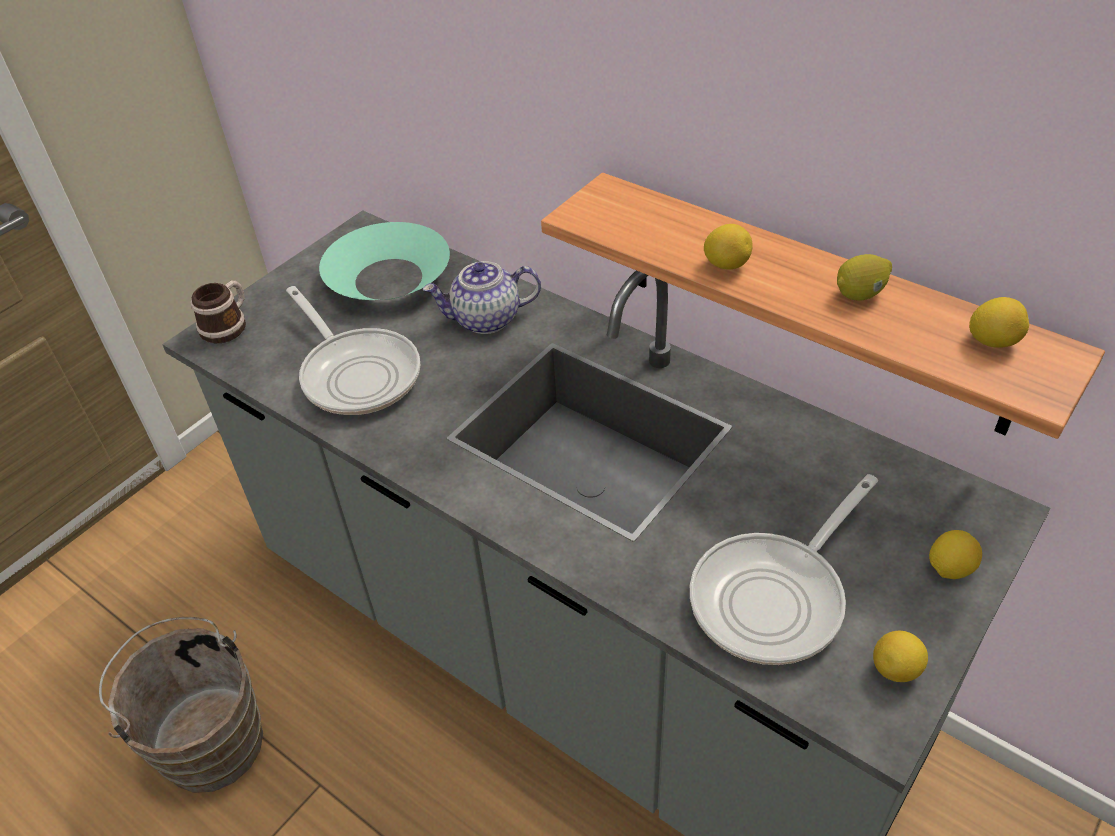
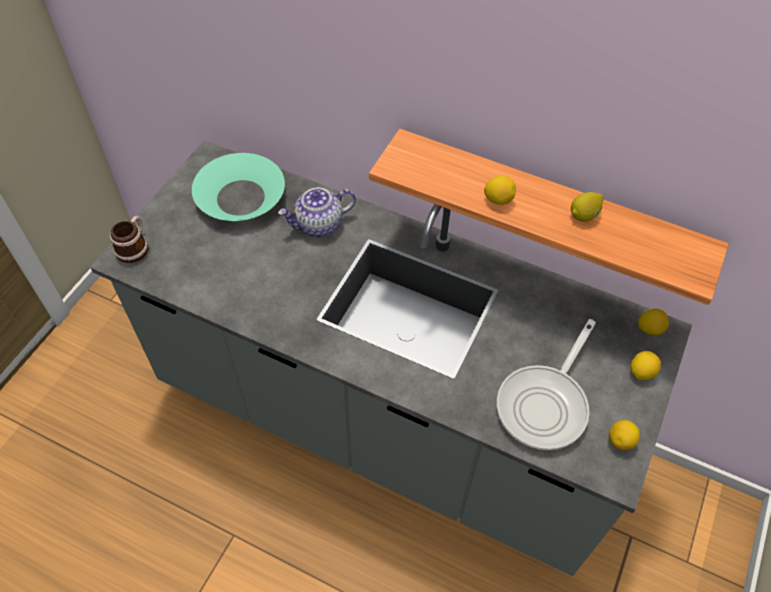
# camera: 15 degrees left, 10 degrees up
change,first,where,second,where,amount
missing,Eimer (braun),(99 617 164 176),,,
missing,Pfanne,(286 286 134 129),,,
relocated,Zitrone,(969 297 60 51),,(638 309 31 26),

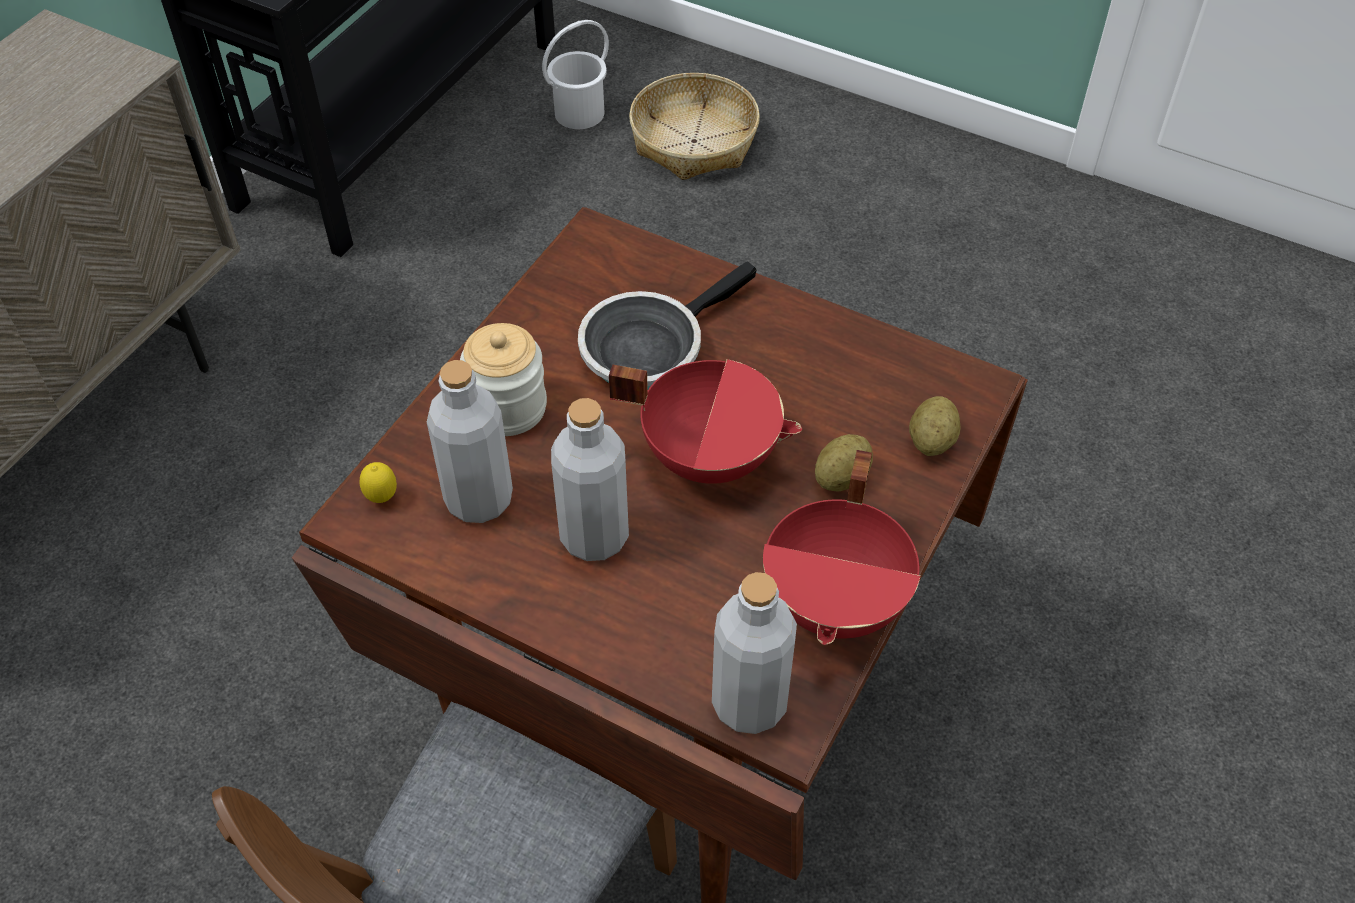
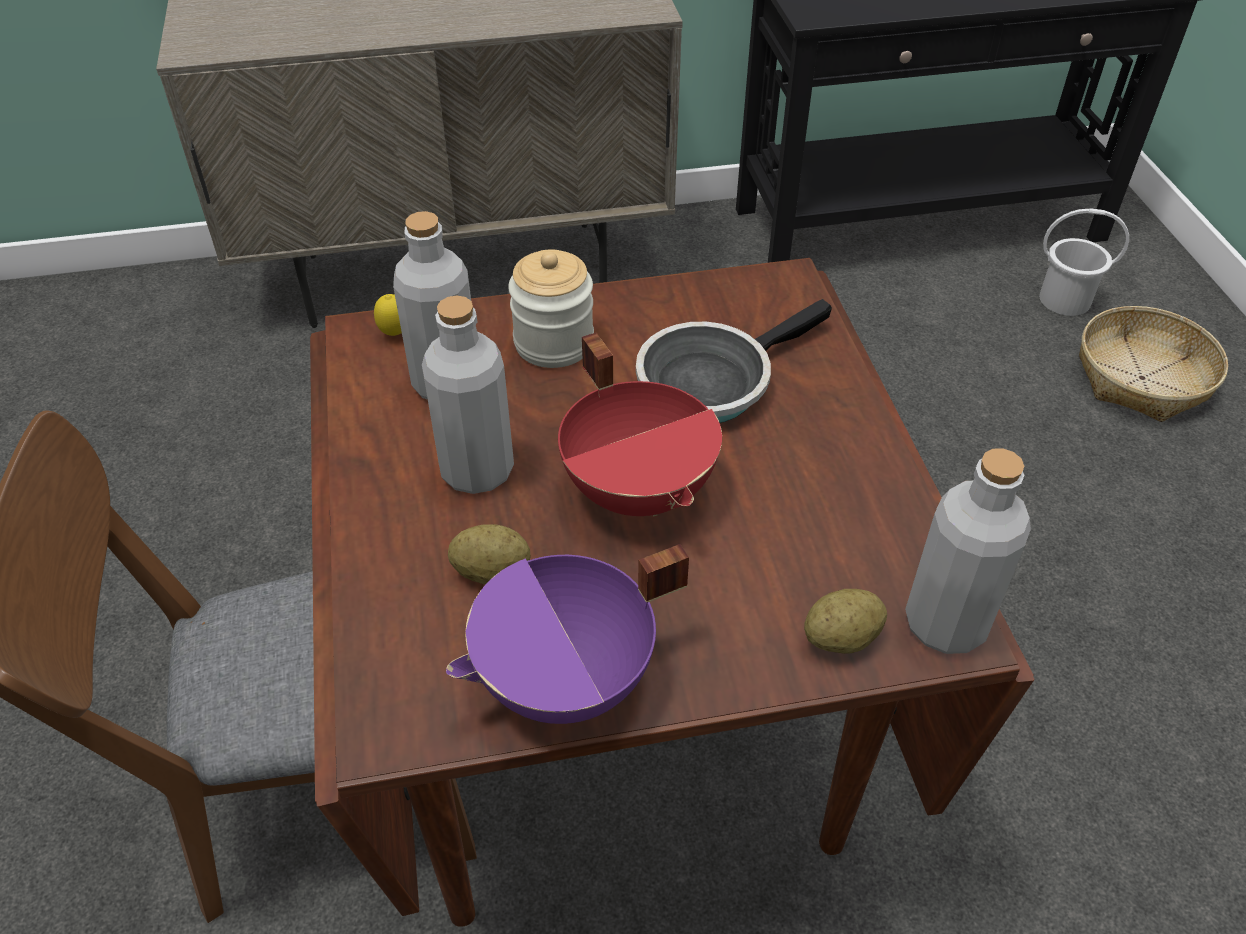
# camera: 50 degrees right, 5 degrees down
change,first,where,second,where,amount
relocated,Flasche (grau),(712 572 85 162),,(905 448 126 206),
relocated,Kartoffel,(815 434 58 58),,(448 524 83 61),
colour,Kochtopf (rot),(763 450 158 195),Kochtopf (lila),(446 544 243 180),
spun,Pfanne,(578 261 179 128),,(636 299 196 124),45 degrees counterclockwise

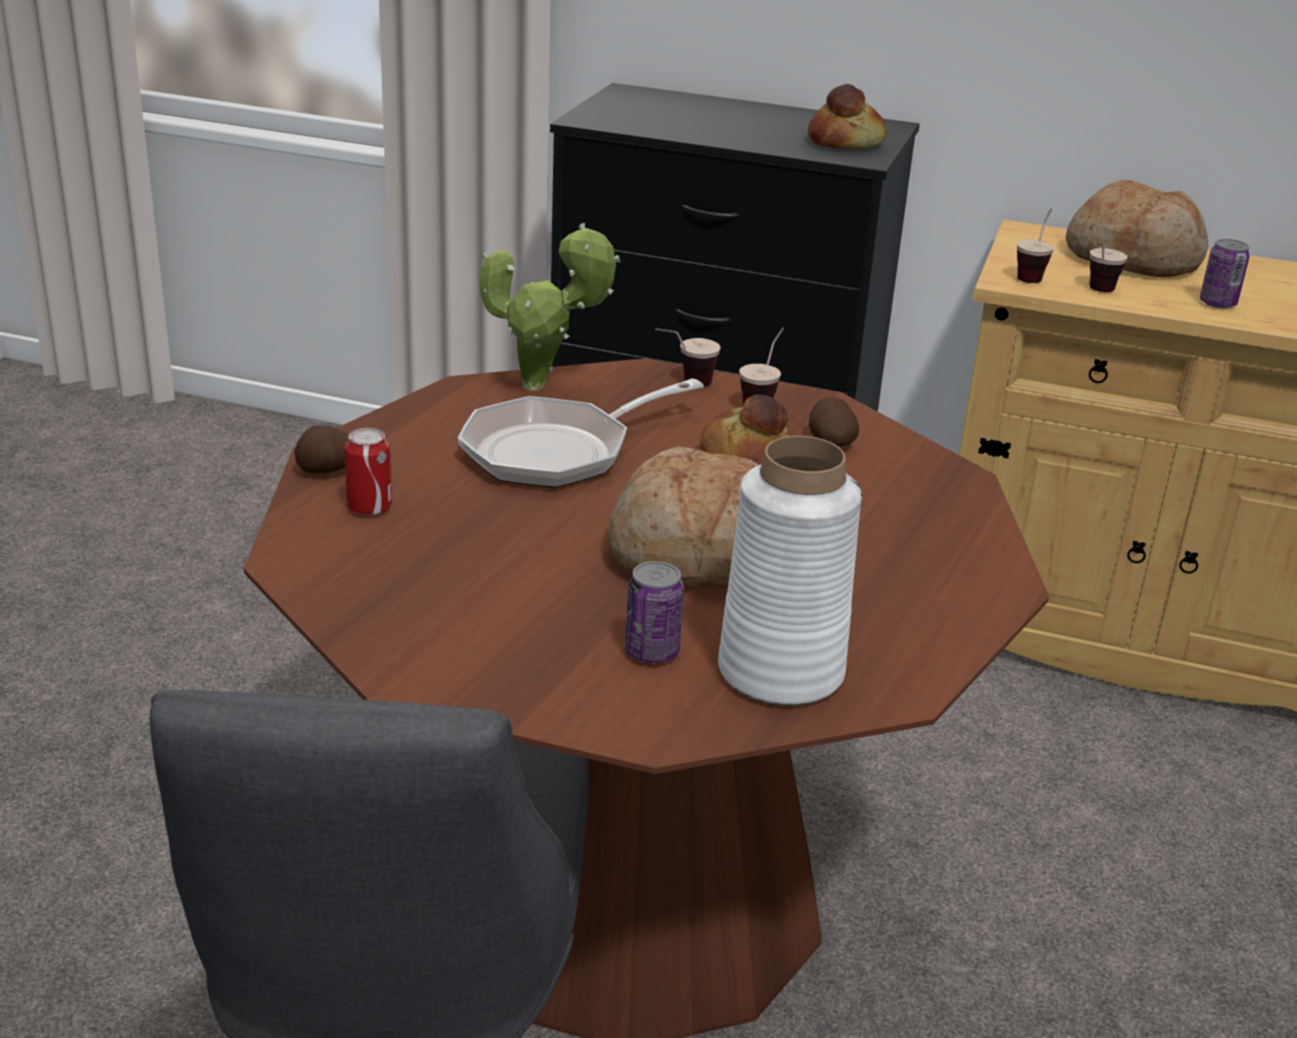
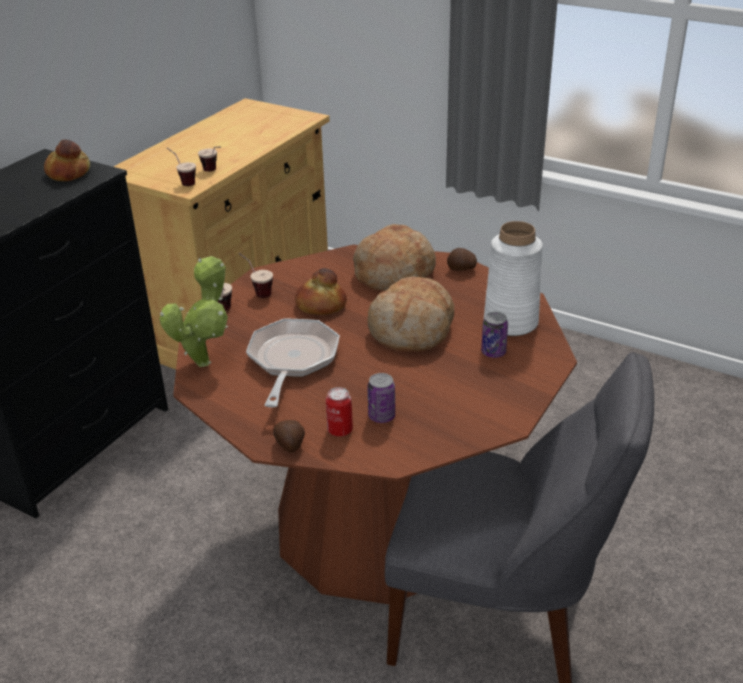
# camera: 75 degrees left, 5 degrees up
change,first,where,second,where,amount
relocated,Kartoffel,(809 397 50 50),,(447 248 30 23),
relocated,Brot,(1065 179 143 98),,(353 224 83 67),
relocated,Dose,(1200 239 50 69),,(367 373 28 50),
spun,Pfanne,(458 379 246 109),,(246 318 94 89),150 degrees counterclockwise

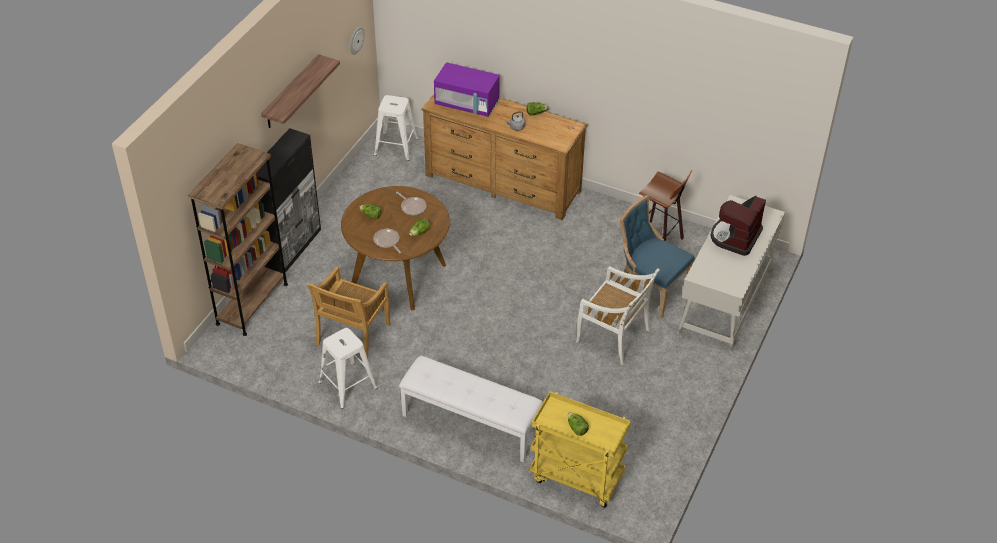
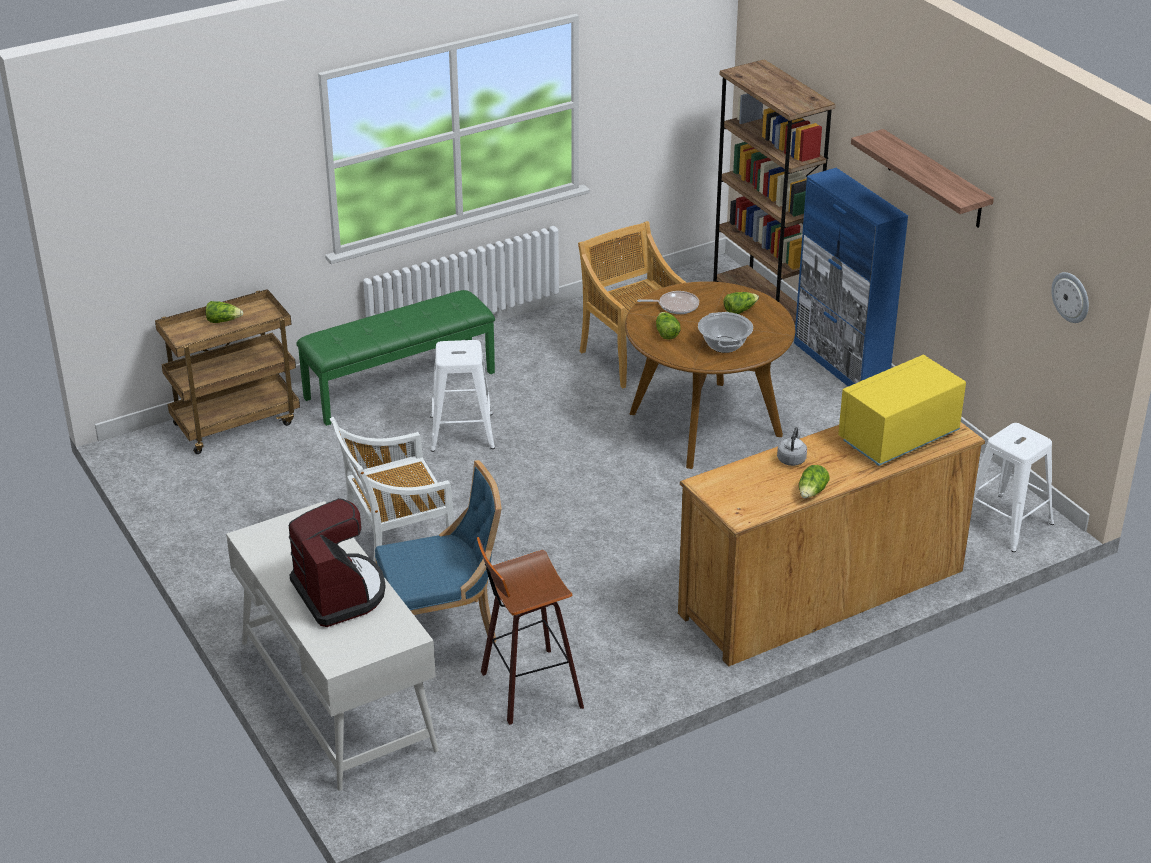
# camera: 125 degrees right, 10 degrees down
change,first,where,second,where,amount
relocated,Hocker (weiß),(318 328 59 81),,(430 340 65 112),
exchanged,Pfanne,(396 192 31 23),Kochtopf,(698 312 55 41),
colour,Schrank (schwarz),(257 128 64 145),Schrank (blau),(794 168 114 219),
colour,Bank (weiß),(399 356 144 107),Bank (grün),(296 290 199 136),
colour,Mikrowelle (lila),(434 62 66 55),Mikrowelle (gelb),(838 354 128 112),
colour,Rollwagen (gelb),(530 391 101 117),Rollwagen (braun),(155 289 145 165),

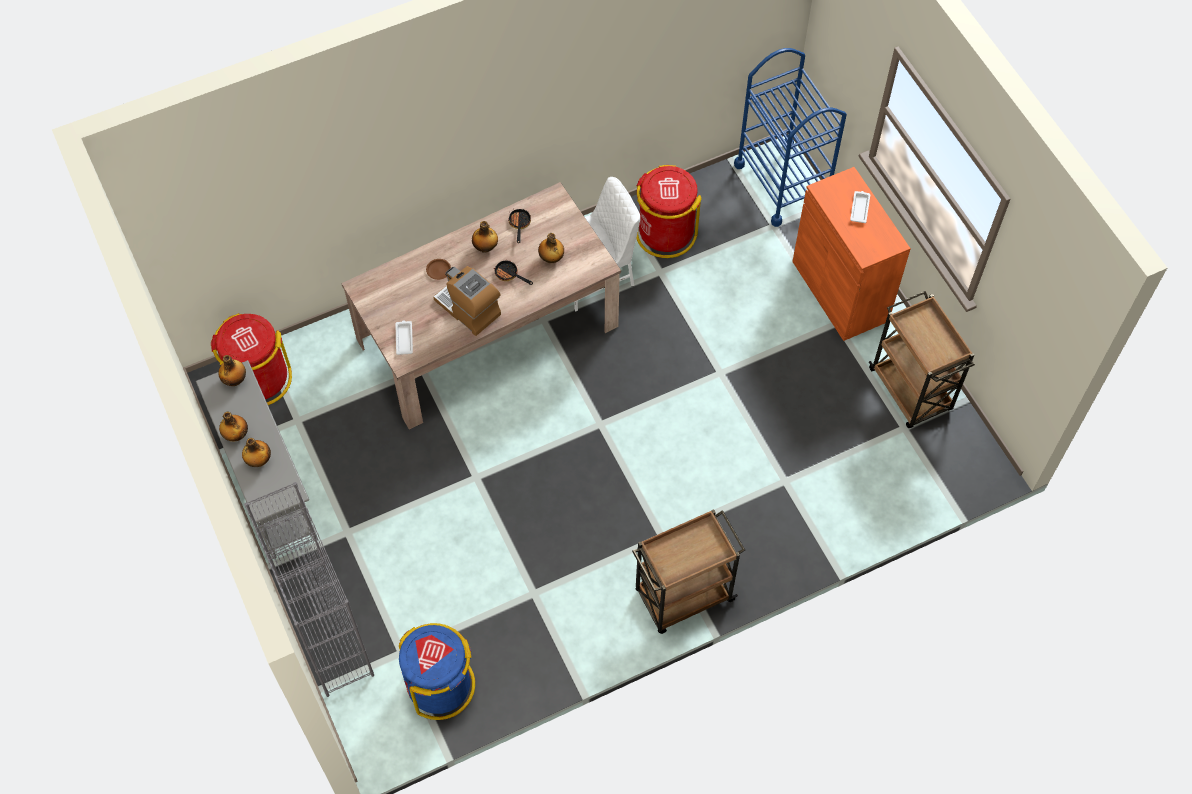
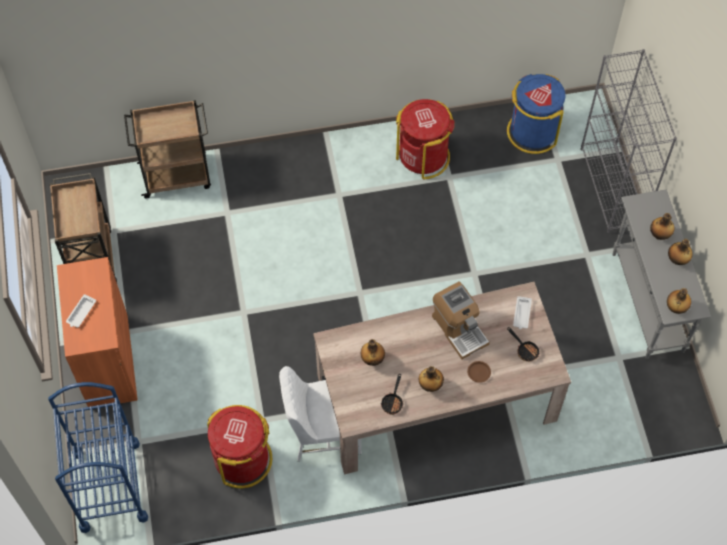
# camera: 165 degrees left, 0 degrees up
change,first,where,second,where,amount
relocated,Mülleimer (rot),(211 313 81 92),,(396 99 59 80),
relocated,Pfanne,(494 261 39 24),,(507 327 33 34),
relocated,Rollwagen (braun),(632 509 113 125),,(124 100 87 99),

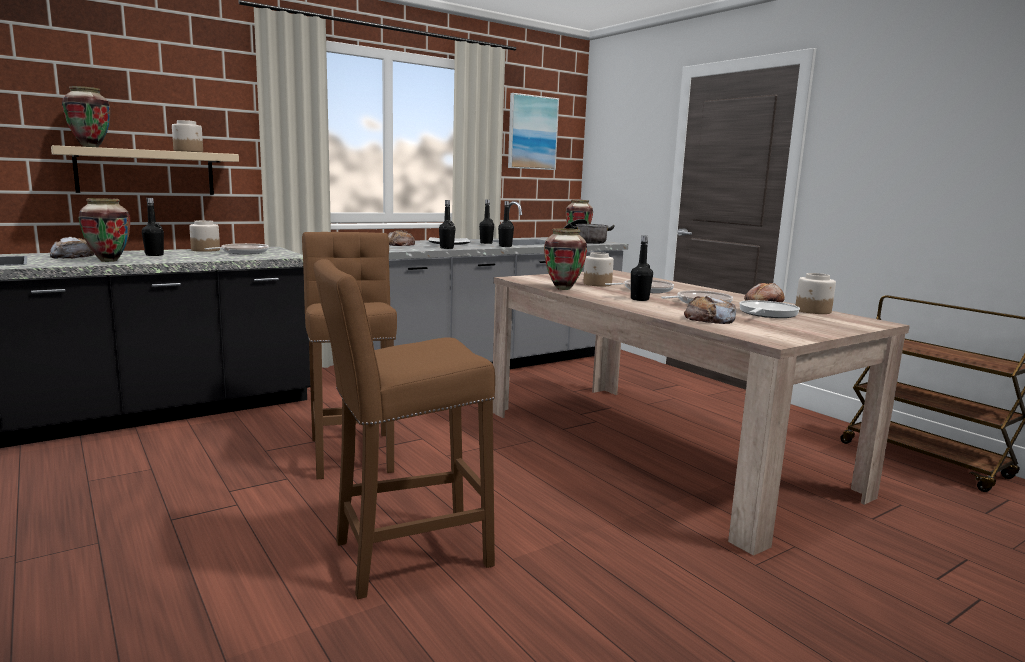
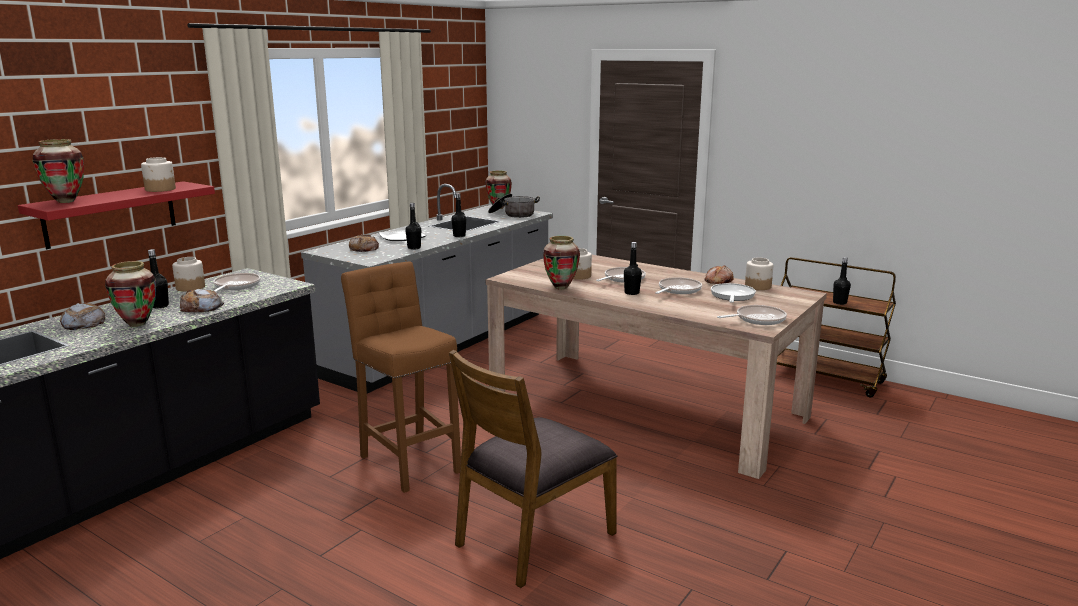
# camera: 20 degrees left, 5 degrees up
change,first,where,second,where,amount
missing,Bild,(508 93 51 77),,,
appeared,,,Pfanne,(717 305 70 20),
relocated,Flasche (schwarz),(479 199 15 45),,(833 257 18 48),
relocated,Brot,(684 296 52 28),,(180 289 44 24),
exchanged,Hocker (braun),(314 259 181 340),Stuhl (braun),(449 350 168 238),
colour,Wandregal (beige),(51 145 188 50),Wandregal (rot),(18 181 197 68),

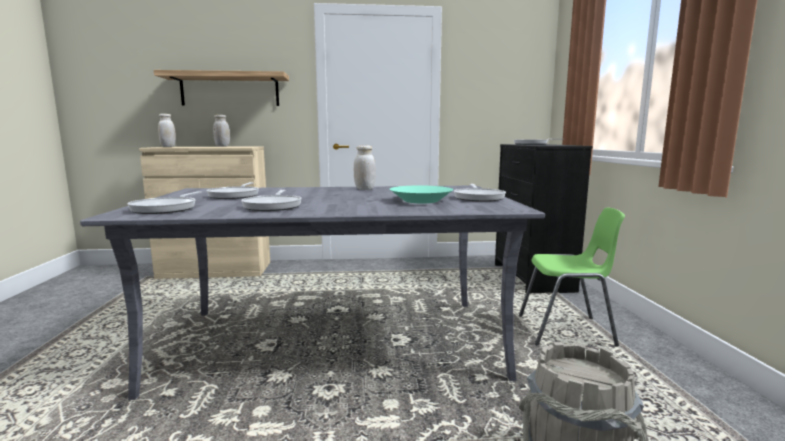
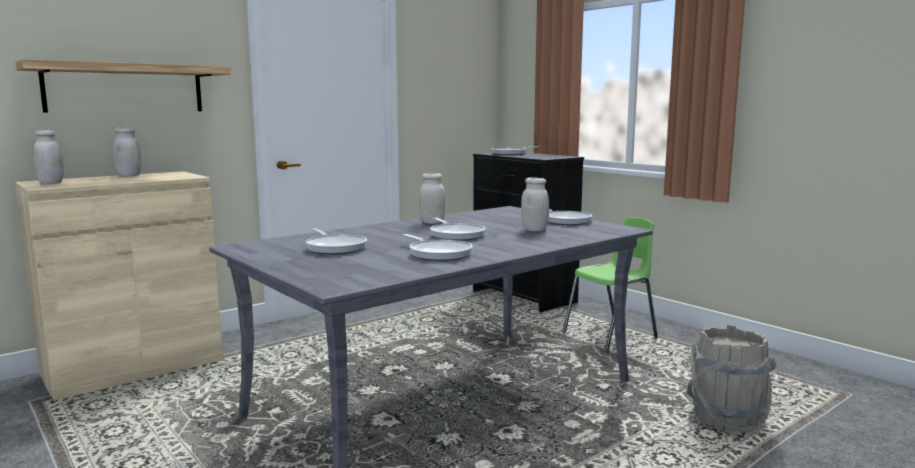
# camera: 35 degrees left, 0 degrees up
change,first,where,second,where,amount
relocated,Pfanne,(127 191 75 23),,(430 218 55 23),
exchanged,Schüssel (türkis),(390 185 64 18),Vorratsglas (weiß),(521 177 28 54),

